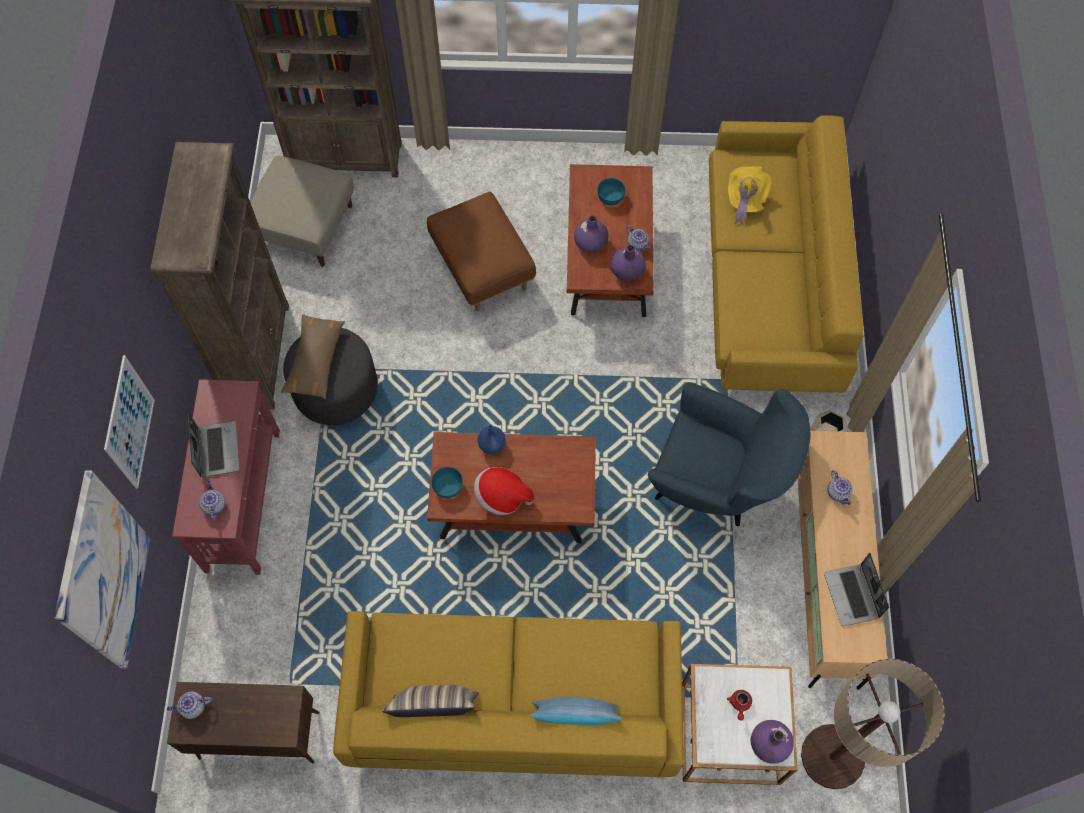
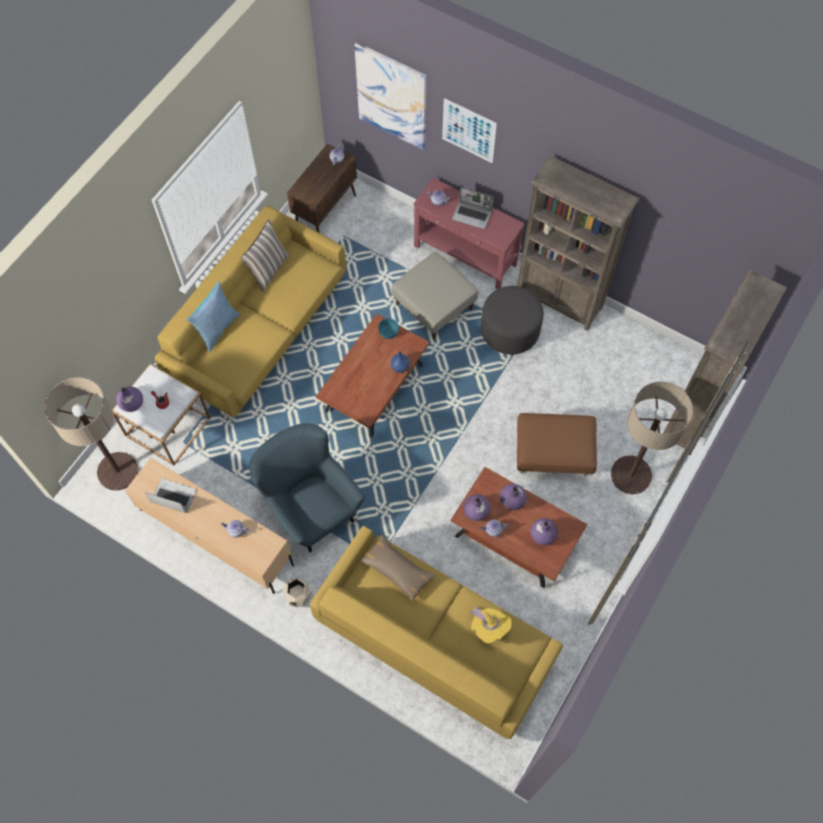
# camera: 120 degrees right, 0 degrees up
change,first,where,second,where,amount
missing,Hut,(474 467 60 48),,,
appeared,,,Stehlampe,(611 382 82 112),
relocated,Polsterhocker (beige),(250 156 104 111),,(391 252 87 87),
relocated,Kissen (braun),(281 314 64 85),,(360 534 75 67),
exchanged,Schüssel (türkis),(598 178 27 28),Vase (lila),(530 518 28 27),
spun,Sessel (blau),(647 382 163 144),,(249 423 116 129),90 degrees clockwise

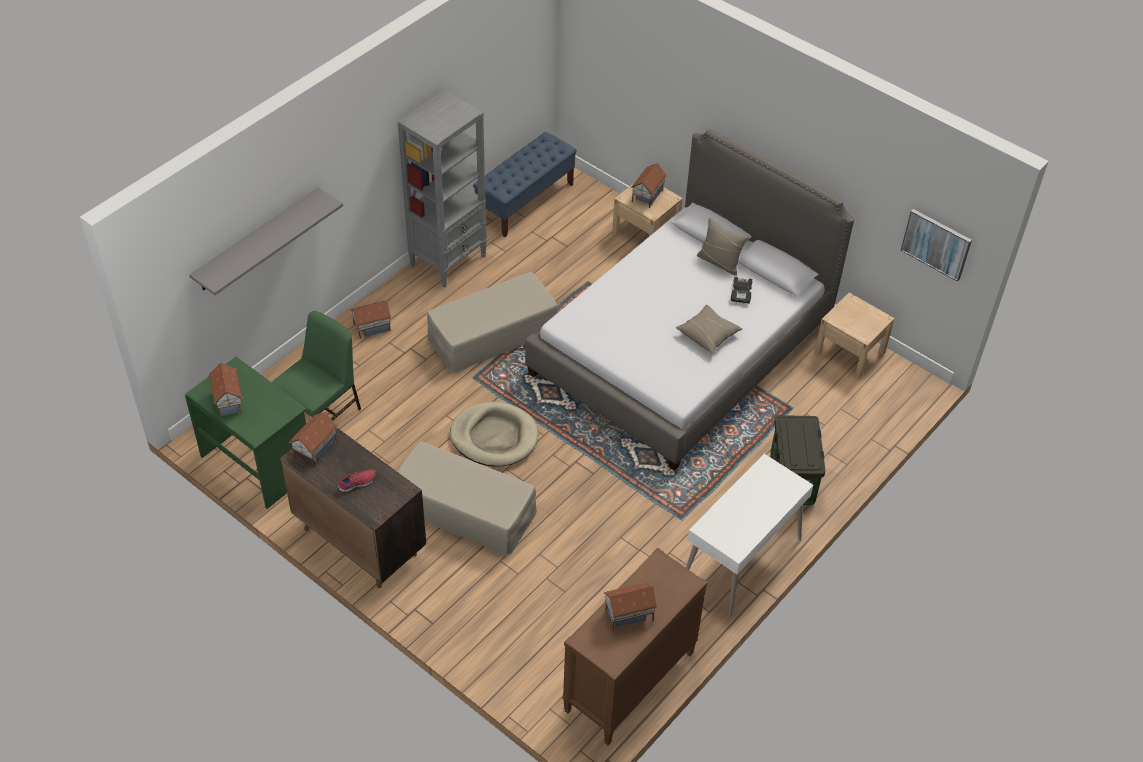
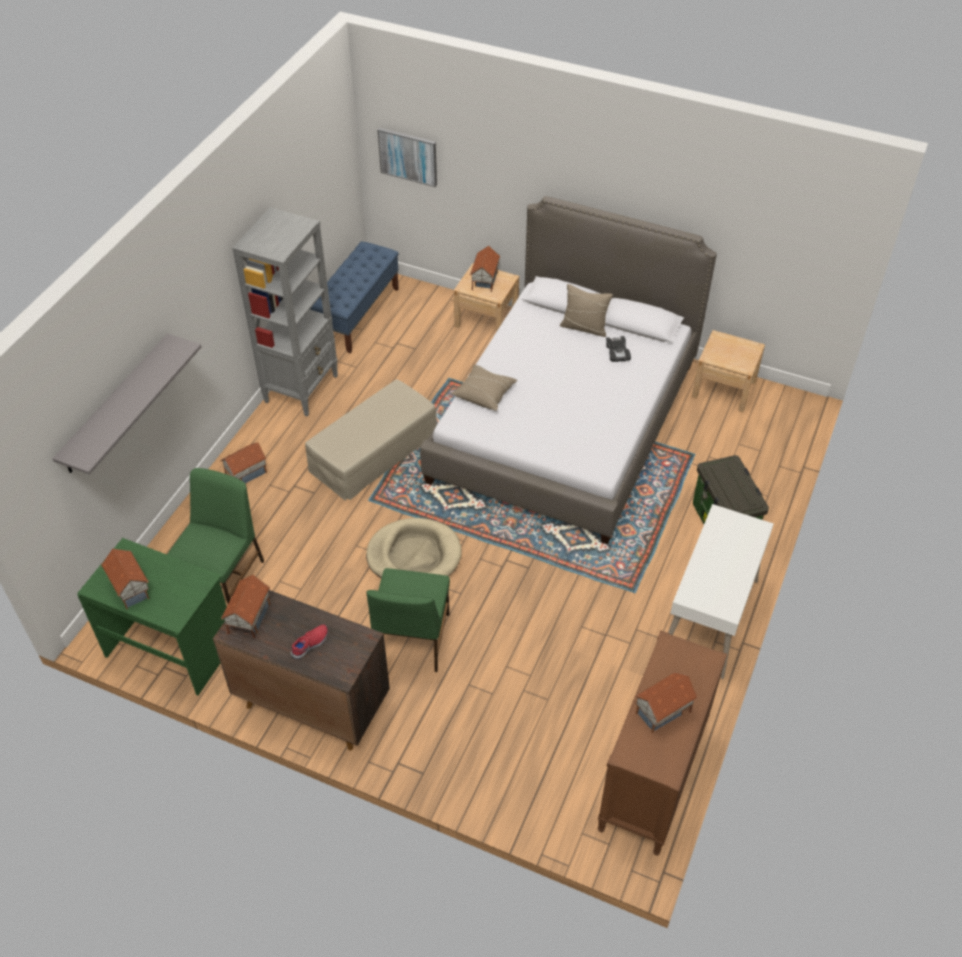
# camera: 15 degrees left, 0 degrees up
change,first,where,second,where,amount
relocated,Kissen (beige),(676 304 66 50),,(451 364 67 47),
relocated,Bild,(900 209 72 73),,(378 128 59 59),
exchanged,Polsterhocker (beige),(397 441 140 115),Stuhl (grün),(366 568 84 104),

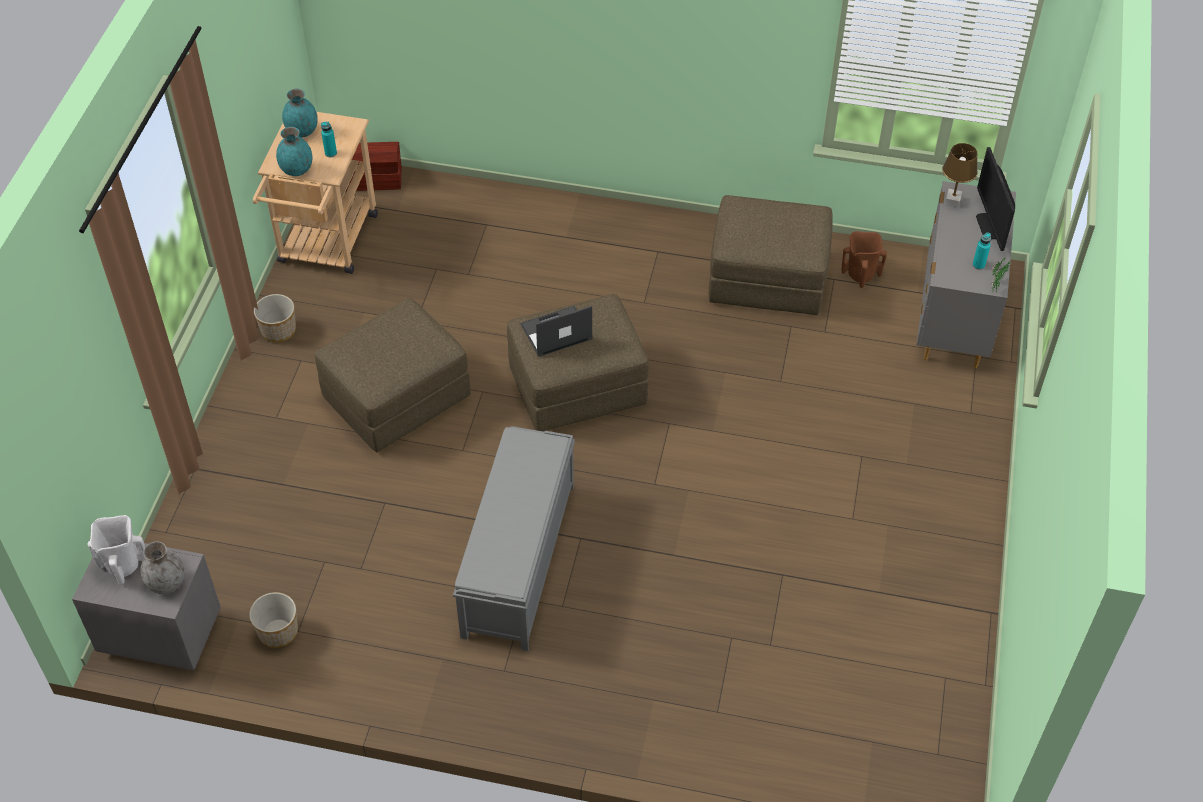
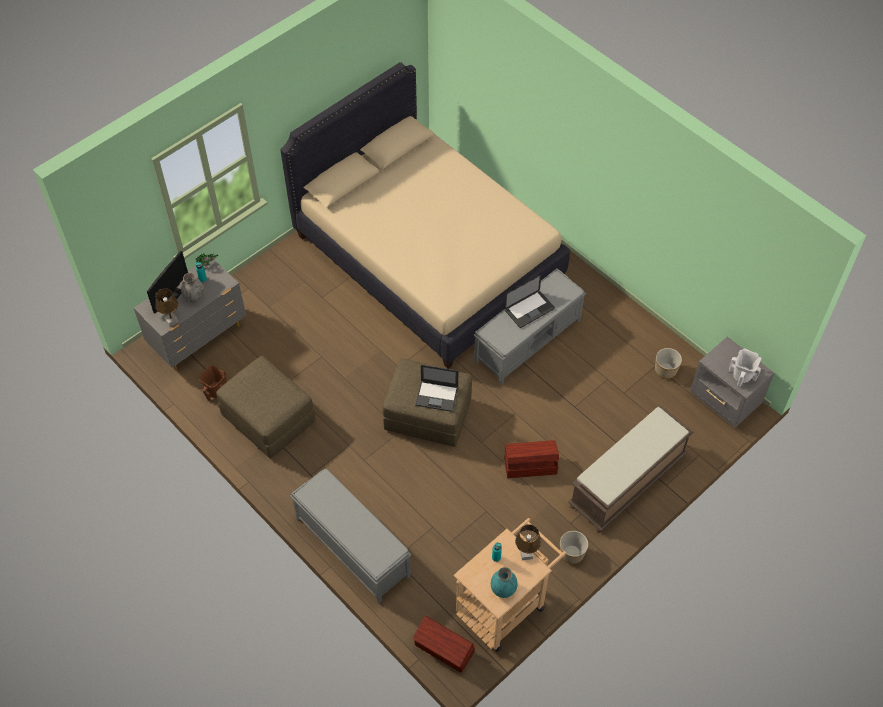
# camera: 145 degrees left, 5 degrees up
change,first,where,second,where,amount
appeared,,,Bett (beige),(280 62 290 307),
appeared,,,Bank (grau),(290 469 121 135),
appeared,,,Laptop,(505 275 50 53),
appeared,,,Bank (braun),(568 405 126 127),
relocated,Vase (grau),(140 541 44 53),,(181 273 23 29),
exchanged,Vase (türkis),(276 127 36 49),Tischlampe (braun),(515 525 26 35),
exchanged,Polsterhocker (braun),(315 298 156 155),Aufbewahrungsbox (braun),(505 440 54 38),

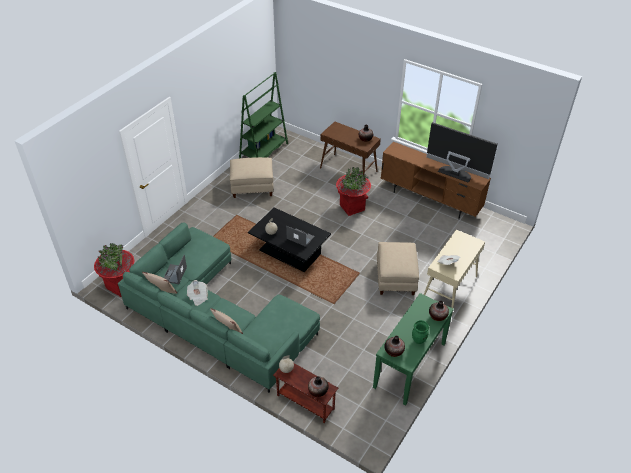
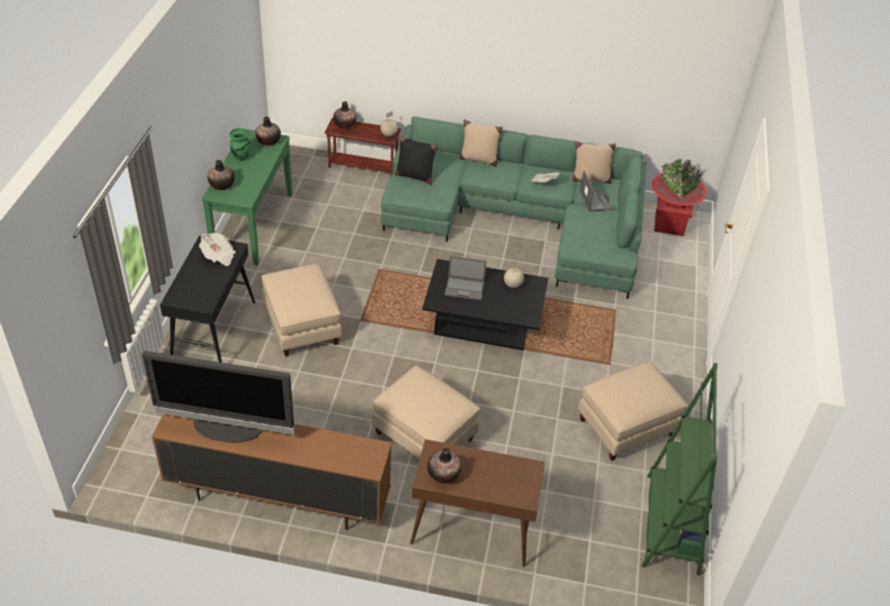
# camera: 155 degrees right, 0 degrees up
change,first,where,second,where,amount
appeared,,,Kissen (schwarz),(395 135 43 50),
exchanged,Pflanzkübel (rot),(336 167 35 49),Polsterhocker (beige),(372 366 108 93),
colour,Konsolentisch (beige),(423 230 62 83),Konsolentisch (schwarz),(160 236 95 127),

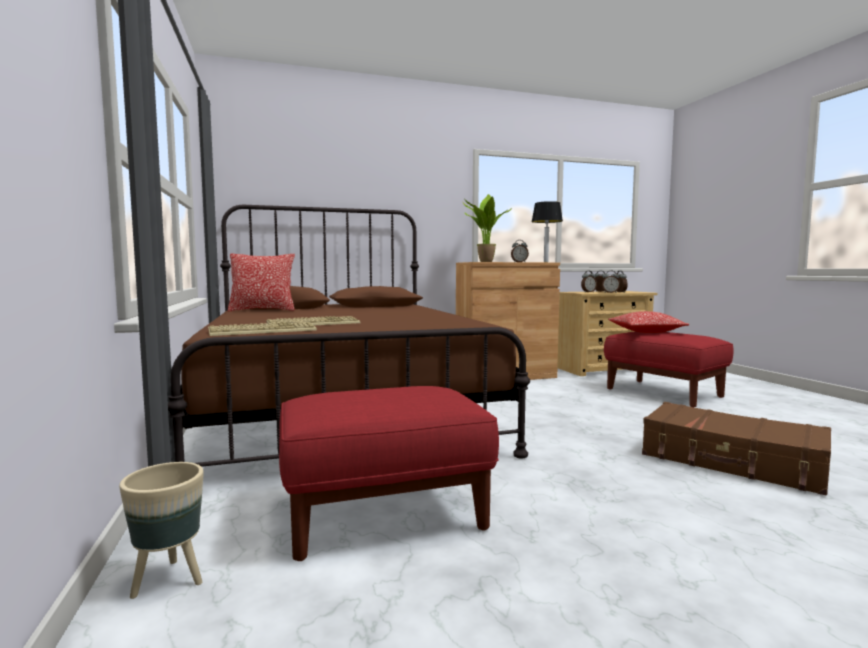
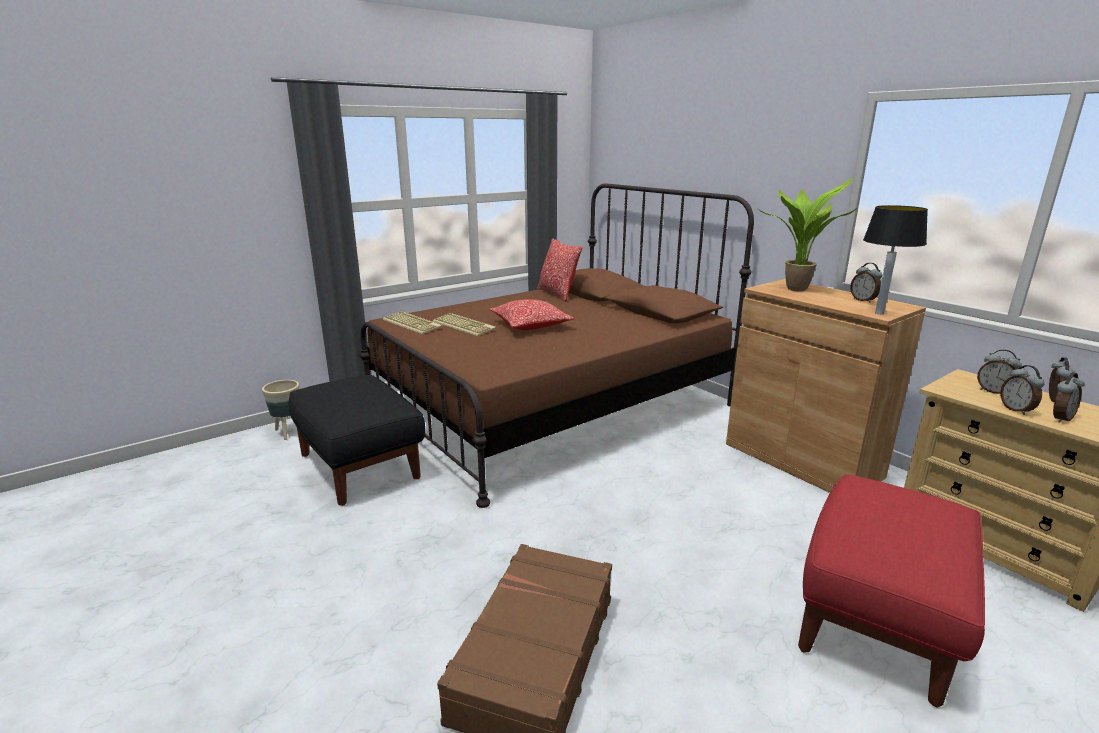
# camera: 70 degrees right, 15 degrees up
change,first,where,second,where,amount
relocated,Kissen,(608 311 81 22),,(489 300 86 30),
colour,Polsterhocker (rot),(279 386 220 175),Polsterhocker (schwarz),(288 375 137 131),

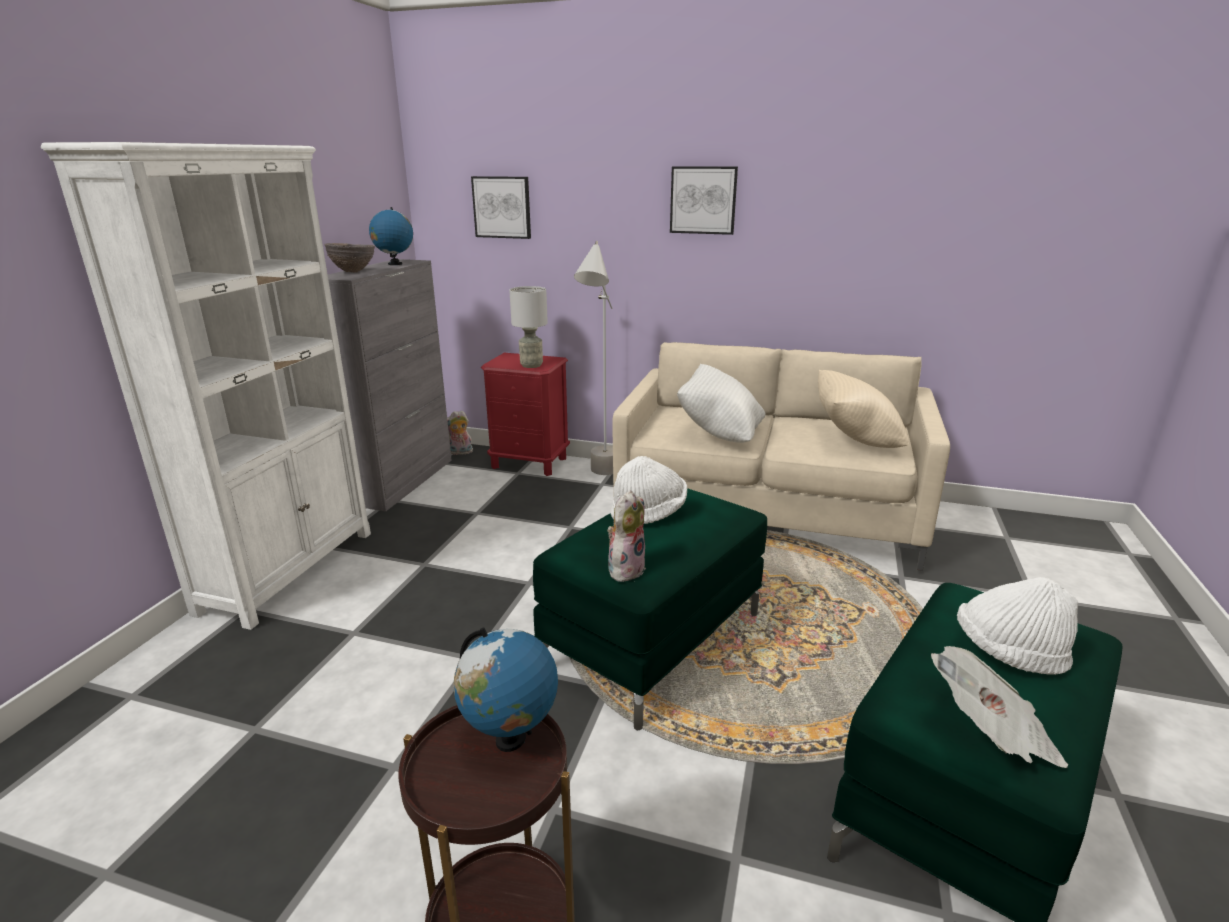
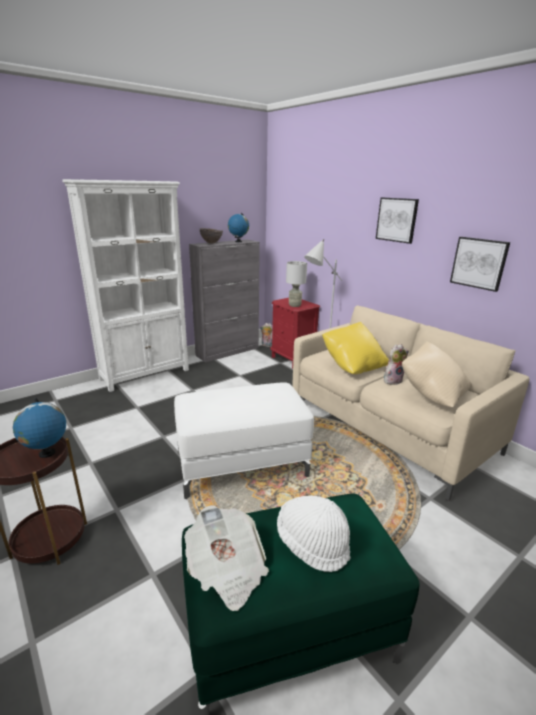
# camera: 35 degrees right, 0 degrees up
change,first,where,second,where,amount
missing,Hut (weiß),(610 456 77 68),,,
relocated,Bild,(471 176 60 63),,(450 237 60 55),
relocated,Plüschtier,(607 490 39 92),,(384 344 25 41),
colour,Polsterhocker (grün),(533 488 234 242),Polsterhocker (weiß),(174 382 140 117),
colour,Kissen (weiß),(677 364 88 79),Kissen (gelb),(322 322 67 52),

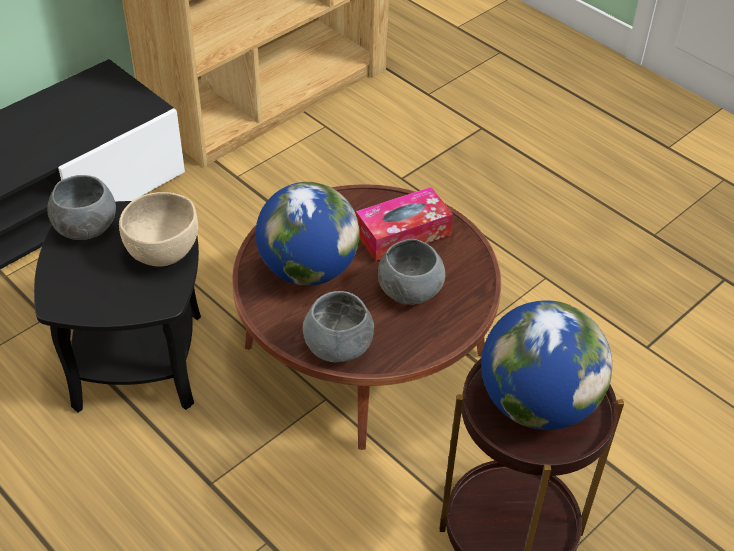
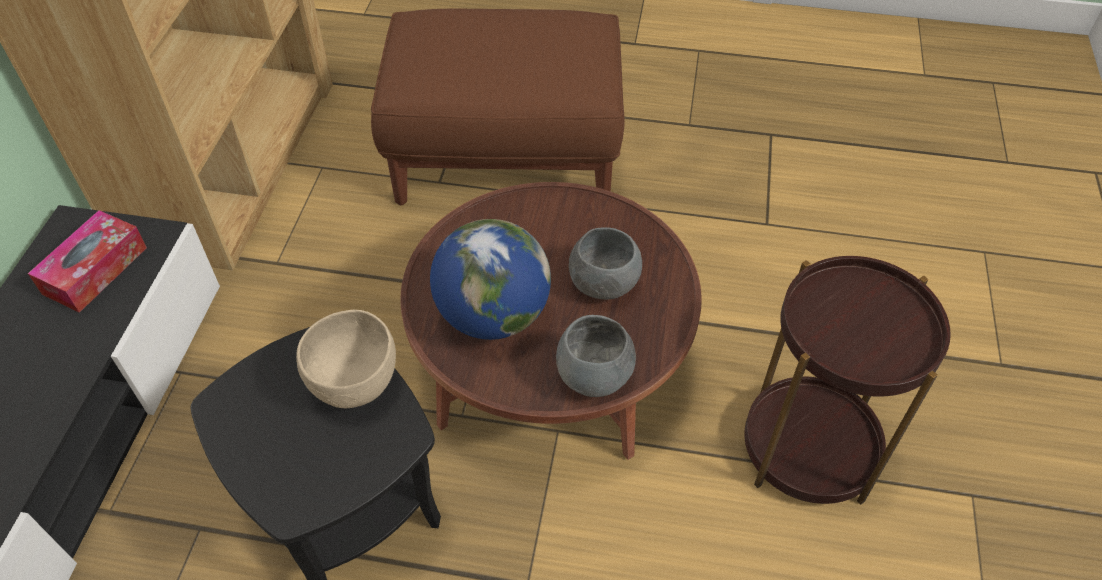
# camera: 35 degrees left, 5 degrees up
change,first,where,second,where,amount
missing,Schüssel (grau),(47 175 69 65),,,
missing,Globus,(481 300 131 130),,,
appeared,,,Polsterhocker (braun),(371 9 253 196),
relocated,Taschentuchbox,(356 187 97 74),,(28 210 119 103),

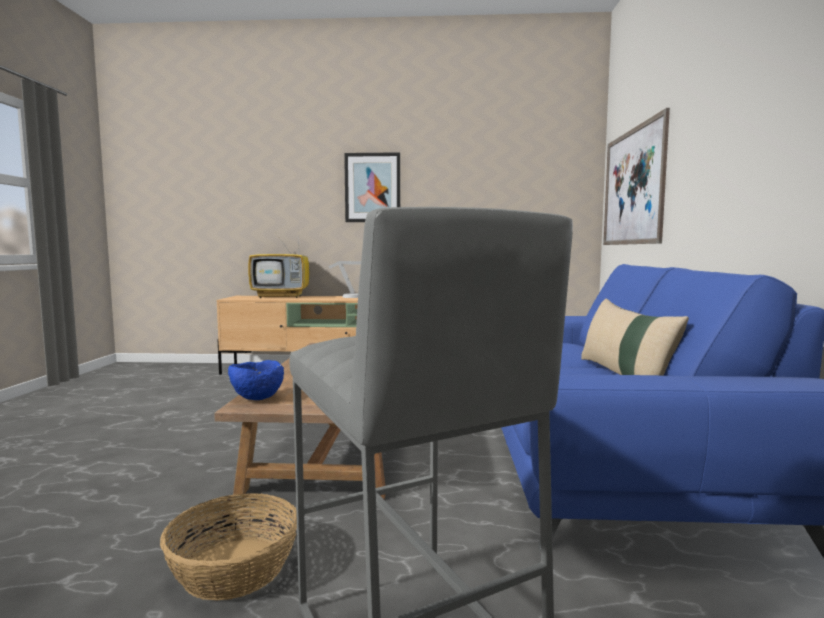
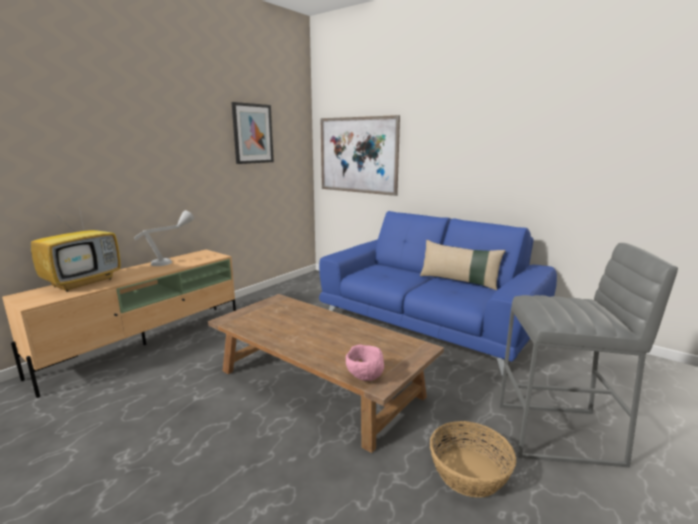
# camera: 55 degrees left, 10 degrees up
change,first,where,second,where,amount
relocated,Bild,(344 152 56 70),,(232 102 42 62),
colour,Schüssel (blau),(228 360 56 40),Schüssel (rosa),(346 344 38 37),

